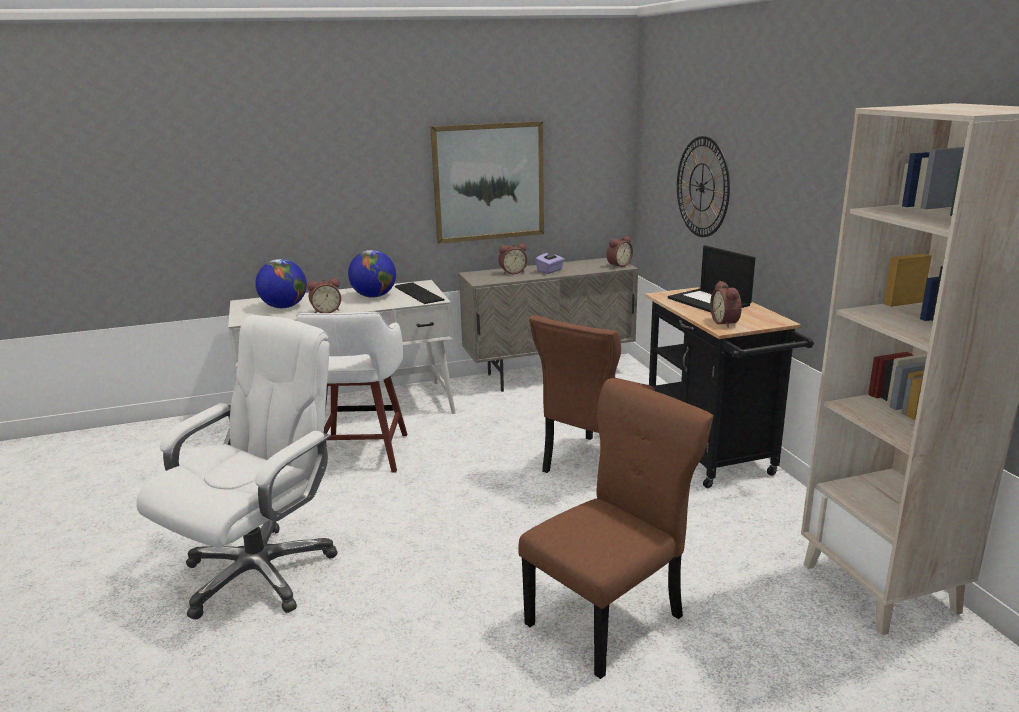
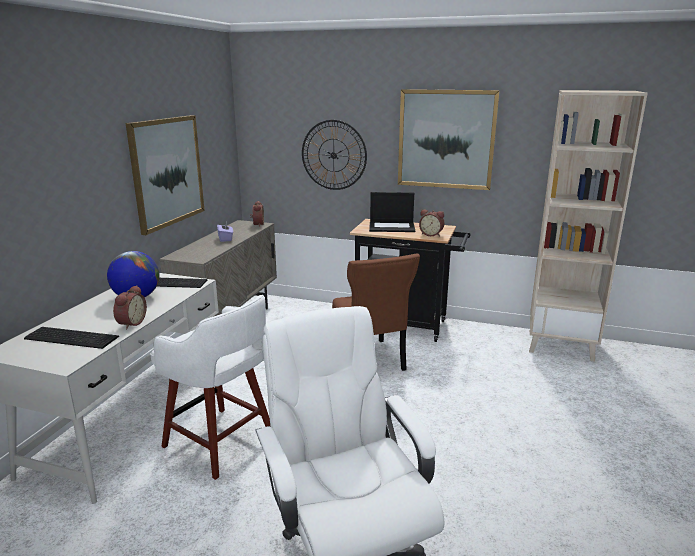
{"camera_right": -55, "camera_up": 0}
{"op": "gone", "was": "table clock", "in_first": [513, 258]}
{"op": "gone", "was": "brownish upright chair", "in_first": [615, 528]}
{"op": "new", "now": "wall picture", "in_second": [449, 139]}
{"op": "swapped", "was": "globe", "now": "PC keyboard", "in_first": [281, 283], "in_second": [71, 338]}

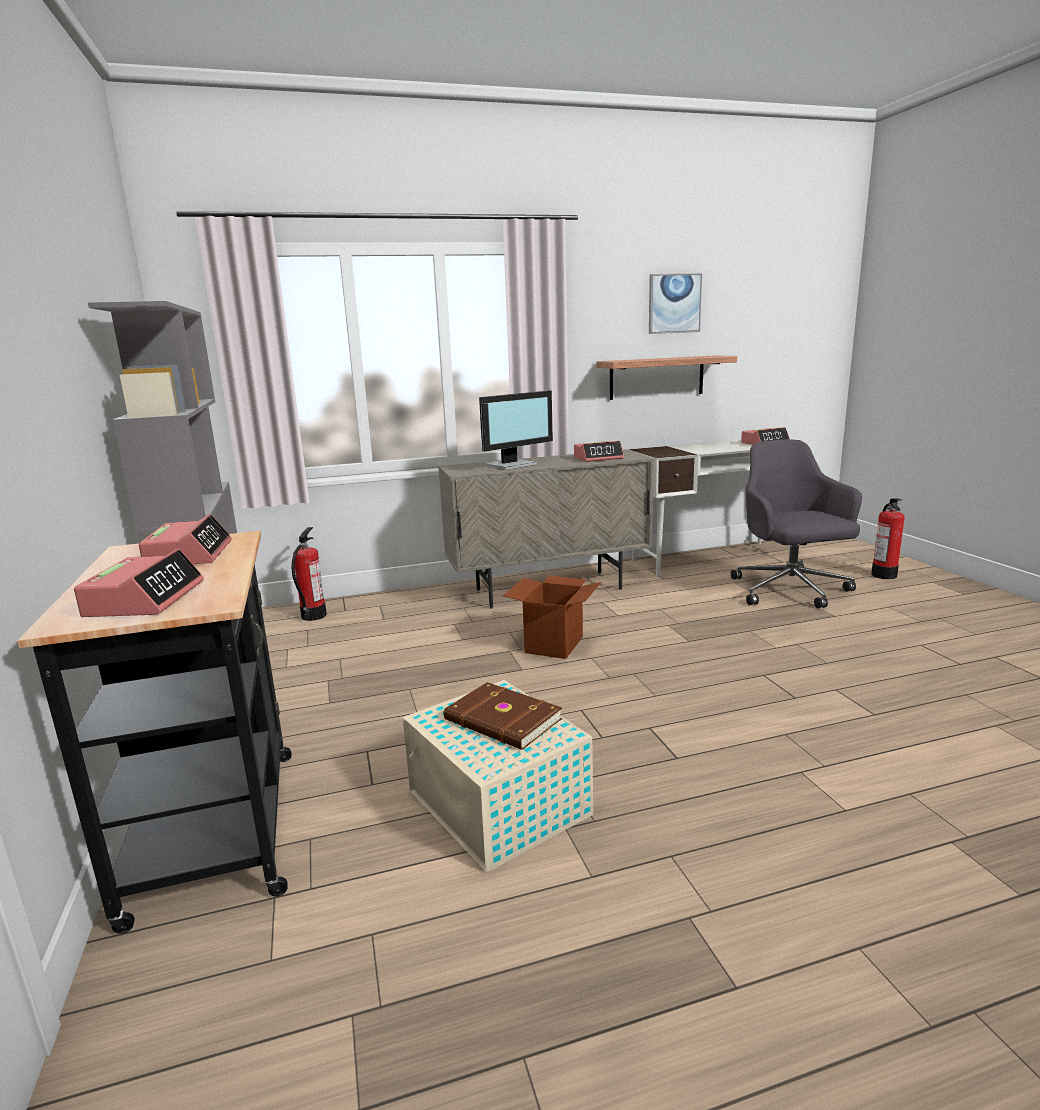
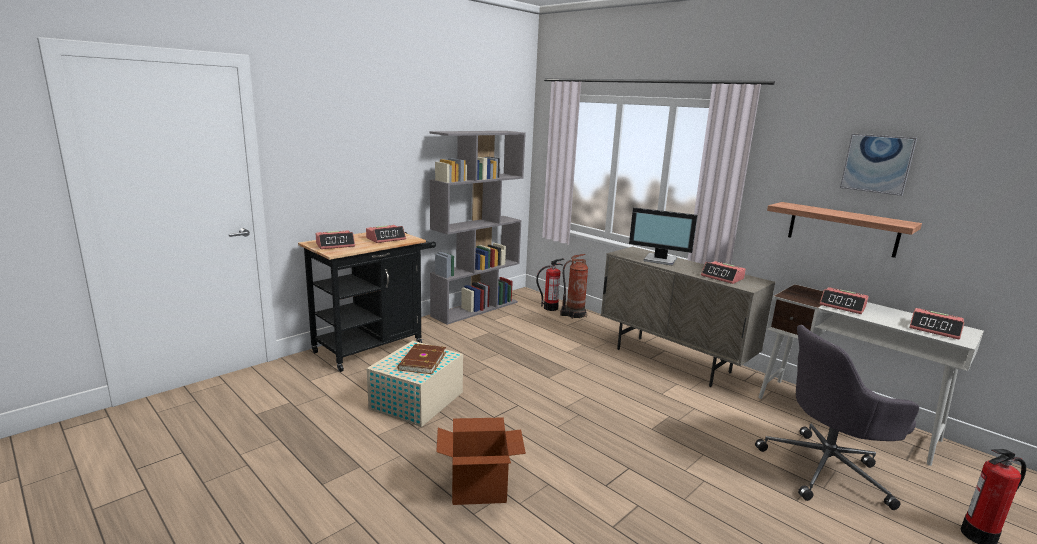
{"camera_right": 60, "camera_up": 0}
{"op": "new", "now": "fire extinguisher", "in_second": [574, 286]}
{"op": "new", "now": "table clock", "in_second": [844, 300]}
{"op": "shifted", "was": "carton", "in_first": [552, 617], "in_second": [481, 461]}
{"op": "rotated", "was": "gray office chair", "in_first": [796, 523], "in_second": [837, 417], "clockwise": -150}

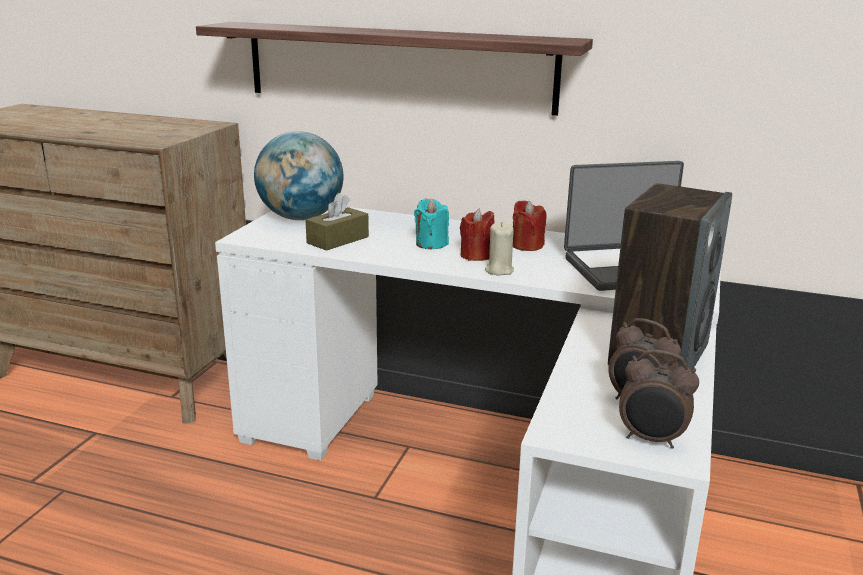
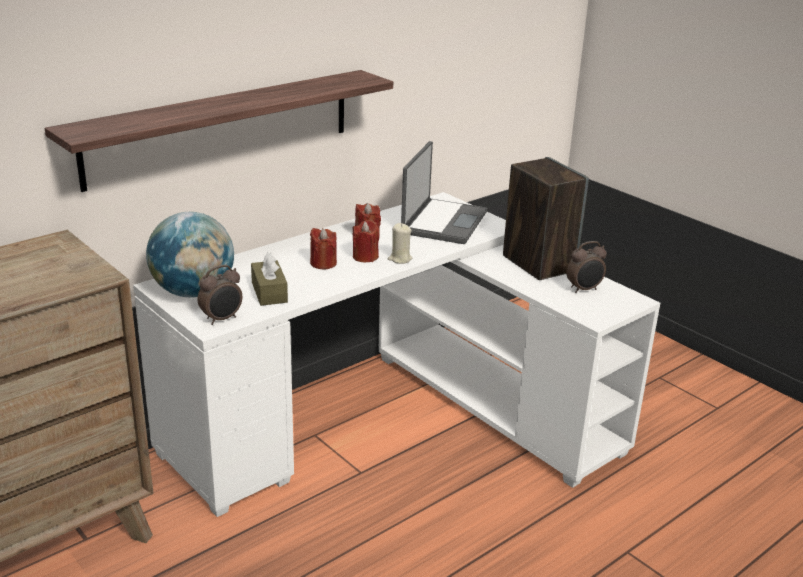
{"camera_right": -60, "camera_up": 5}
{"op": "shifted", "was": "table clock", "in_first": [659, 399], "in_second": [220, 295]}
{"op": "repainted", "was": "turquoise-coloured candle", "now": "red-coloured candle", "in_first": [431, 224], "in_second": [323, 248]}

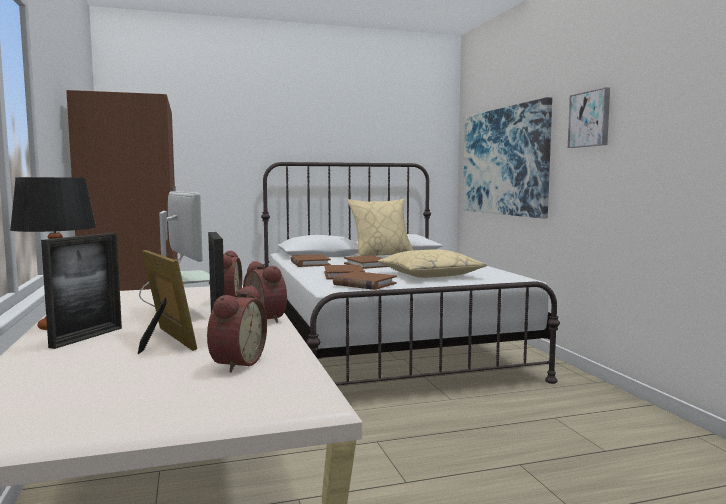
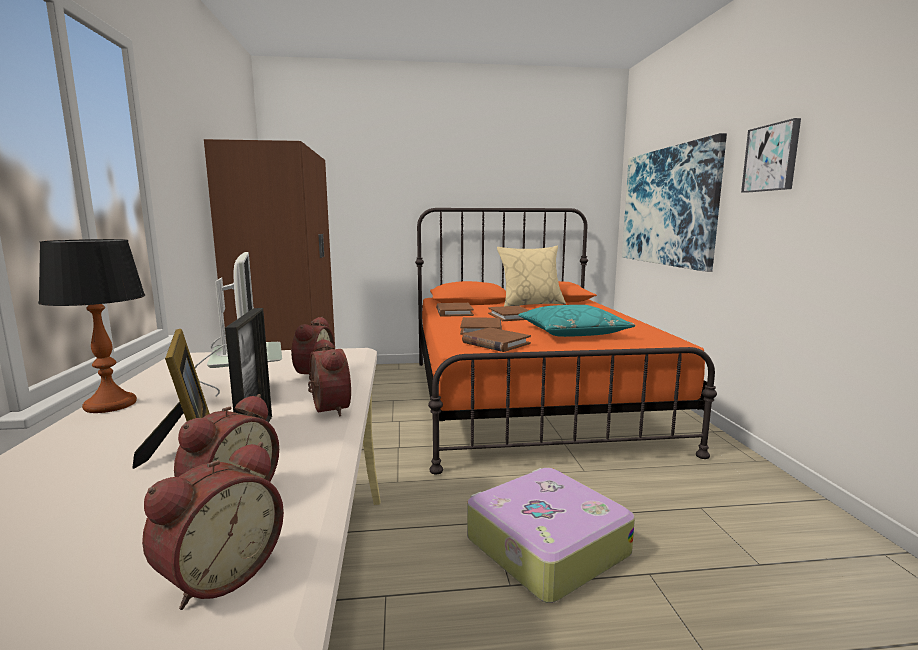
{"camera_right": 10, "camera_up": 5}
{"op": "gone", "was": "standing frame", "in_first": [81, 291]}
{"op": "new", "now": "table clock", "in_second": [213, 526]}
{"op": "new", "now": "piece of luggage", "in_second": [551, 535]}
{"op": "repainted", "was": "whitish bed", "now": "orangey bed", "in_first": [410, 274], "in_second": [566, 341]}
{"op": "repainted", "was": "beige throw pillow", "now": "turquoise-coloured throw pillow", "in_first": [432, 263], "in_second": [576, 321]}

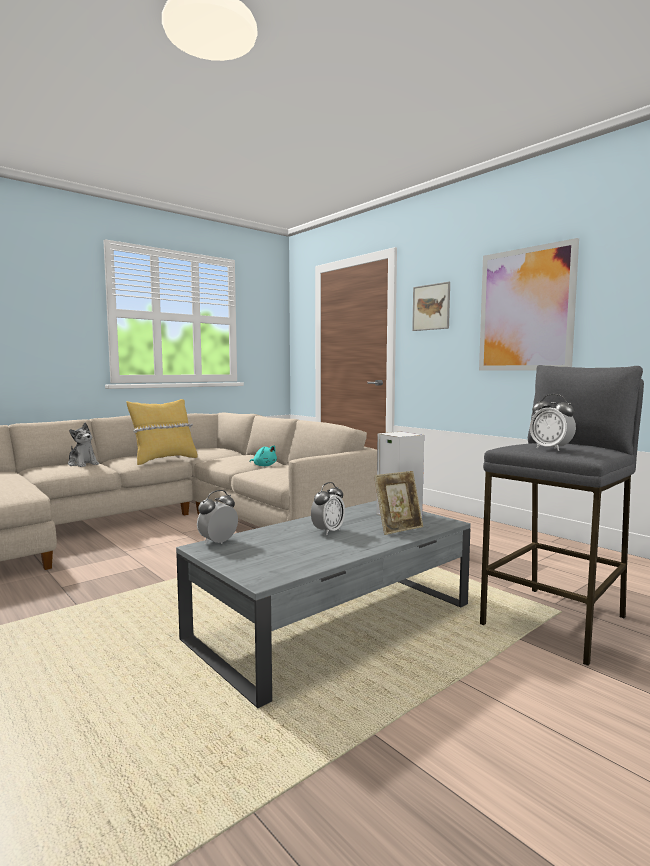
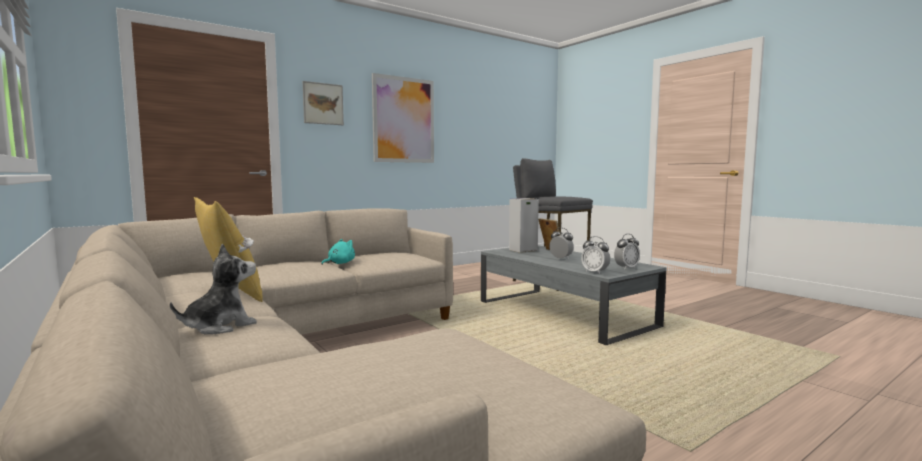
{"camera_right": -85, "camera_up": 0}
{"op": "shifted", "was": "table clock", "in_first": [553, 422], "in_second": [627, 251]}

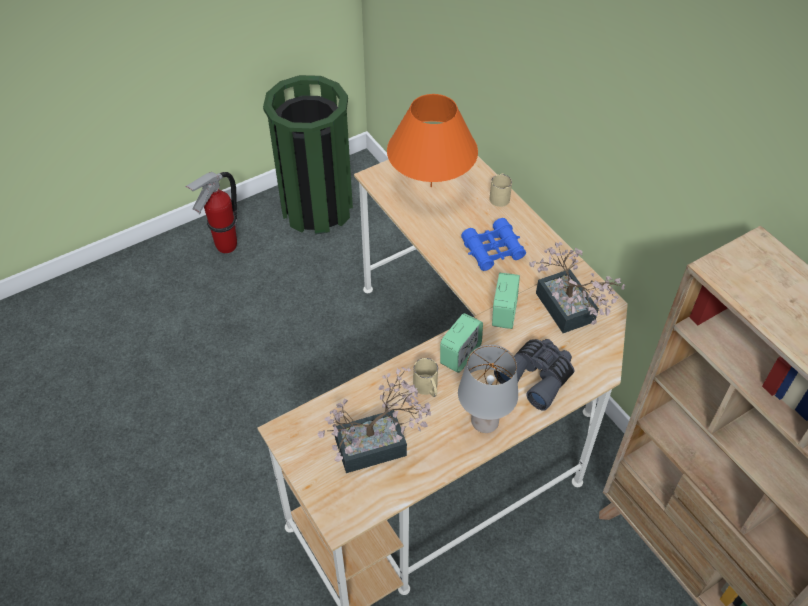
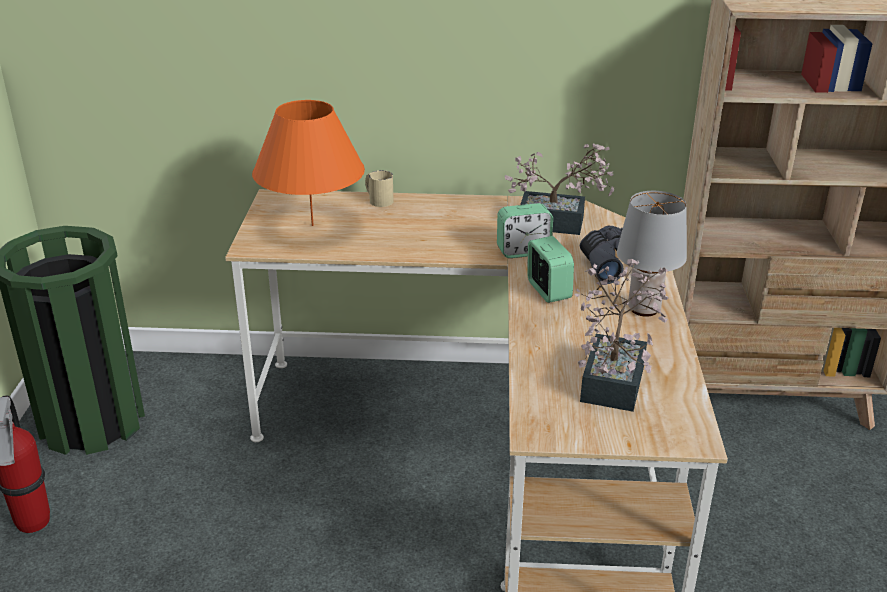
{"camera_right": -55, "camera_up": -20}
{"op": "gone", "was": "beige mug", "in_first": [425, 377]}
{"op": "gone", "was": "blue-coloured field glasses", "in_first": [493, 244]}
{"op": "rotated", "was": "table clock", "in_first": [506, 301], "in_second": [525, 230], "clockwise": 120}

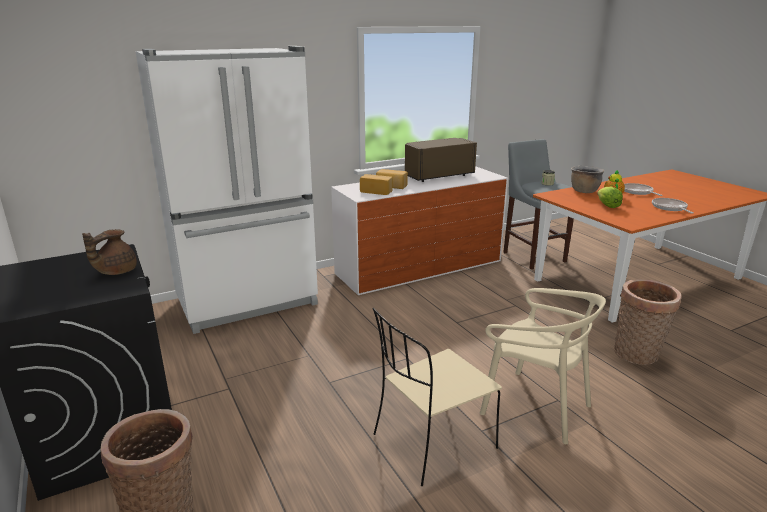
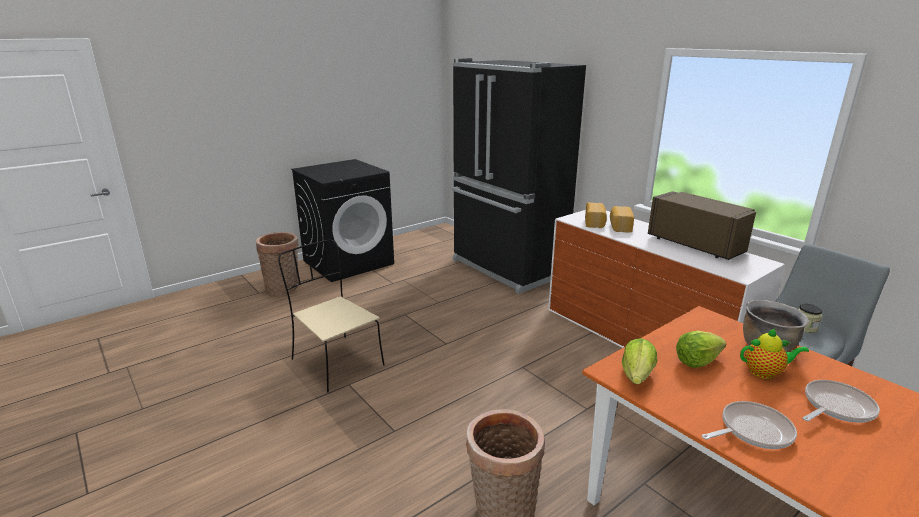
{"camera_right": 80, "camera_up": 0}
{"op": "gone", "was": "brownish pot for tea", "in_first": [109, 252]}
{"op": "gone", "was": "beige upright chair", "in_first": [543, 366]}
{"op": "new", "now": "head of lettuce", "in_second": [639, 361]}
{"op": "repainted", "was": "whitish refrigerator", "now": "black-coloured refrigerator", "in_first": [226, 190], "in_second": [519, 176]}

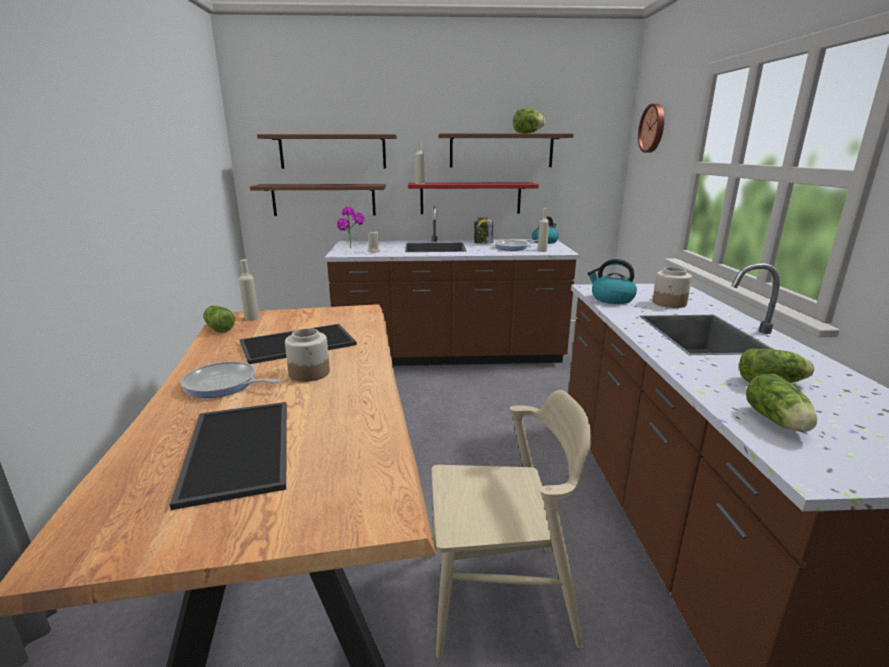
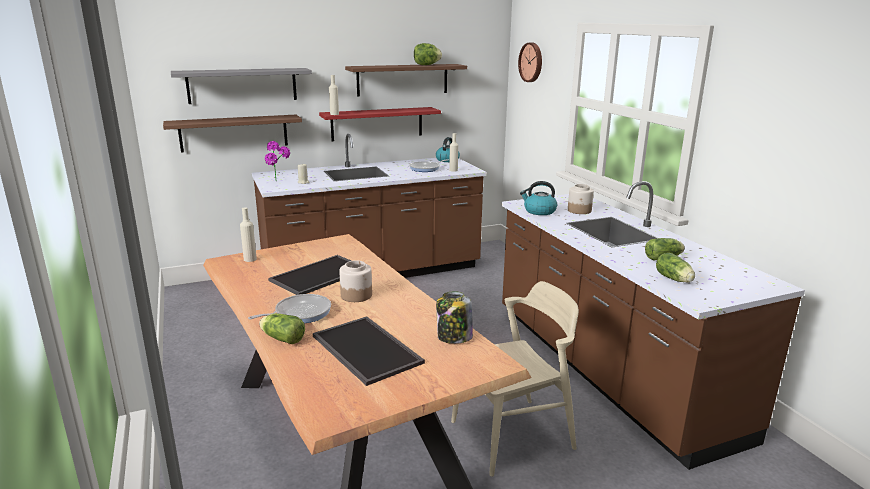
{"camera_right": -20, "camera_up": 0}
{"op": "shifted", "was": "head of lettuce", "in_first": [219, 319], "in_second": [282, 328]}
{"op": "shifted", "was": "storage jar", "in_first": [483, 230], "in_second": [454, 317]}
{"op": "repainted", "was": "brownish wall shelf", "now": "gray wall shelf", "in_first": [327, 151], "in_second": [241, 86]}
{"op": "rotated", "was": "pan", "in_first": [231, 379], "in_second": [289, 308], "clockwise": 150}

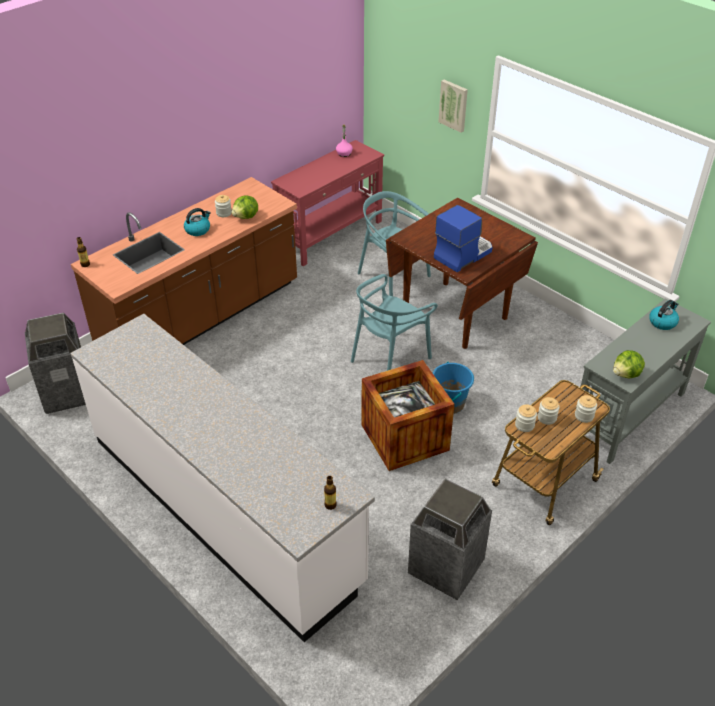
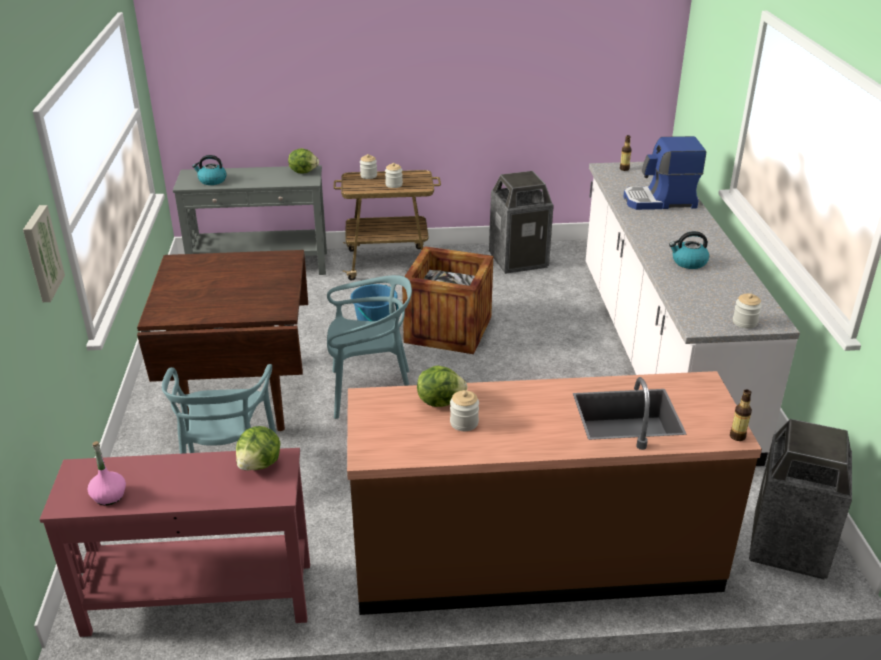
{"camera_right": -140, "camera_up": -10}
{"op": "new", "now": "head of lettuce", "in_second": [258, 448]}
{"op": "shifted", "was": "tea kettle", "in_first": [197, 222], "in_second": [689, 250]}
{"op": "shifted", "was": "coffee maker", "in_first": [463, 238], "in_second": [664, 173]}
{"op": "shifted", "was": "storage jar", "in_first": [526, 418], "in_second": [747, 311]}

